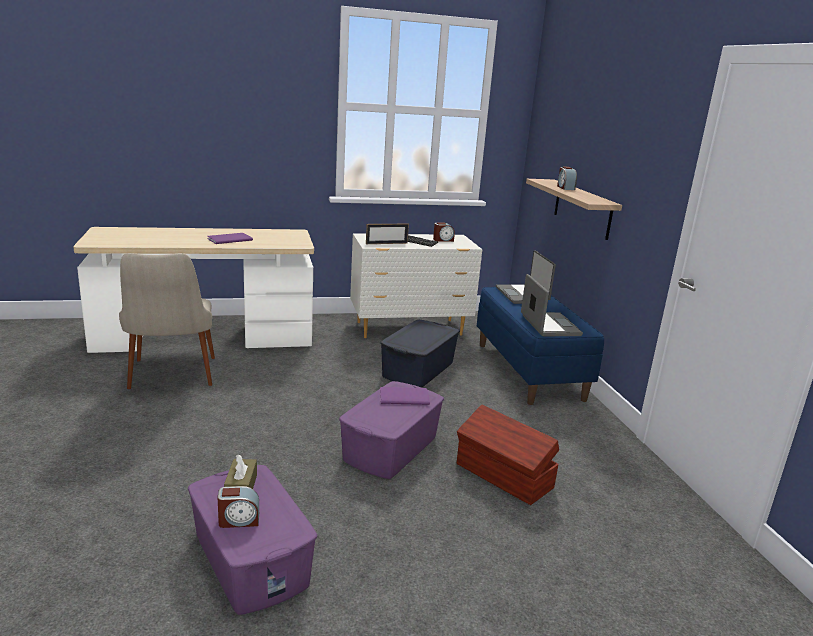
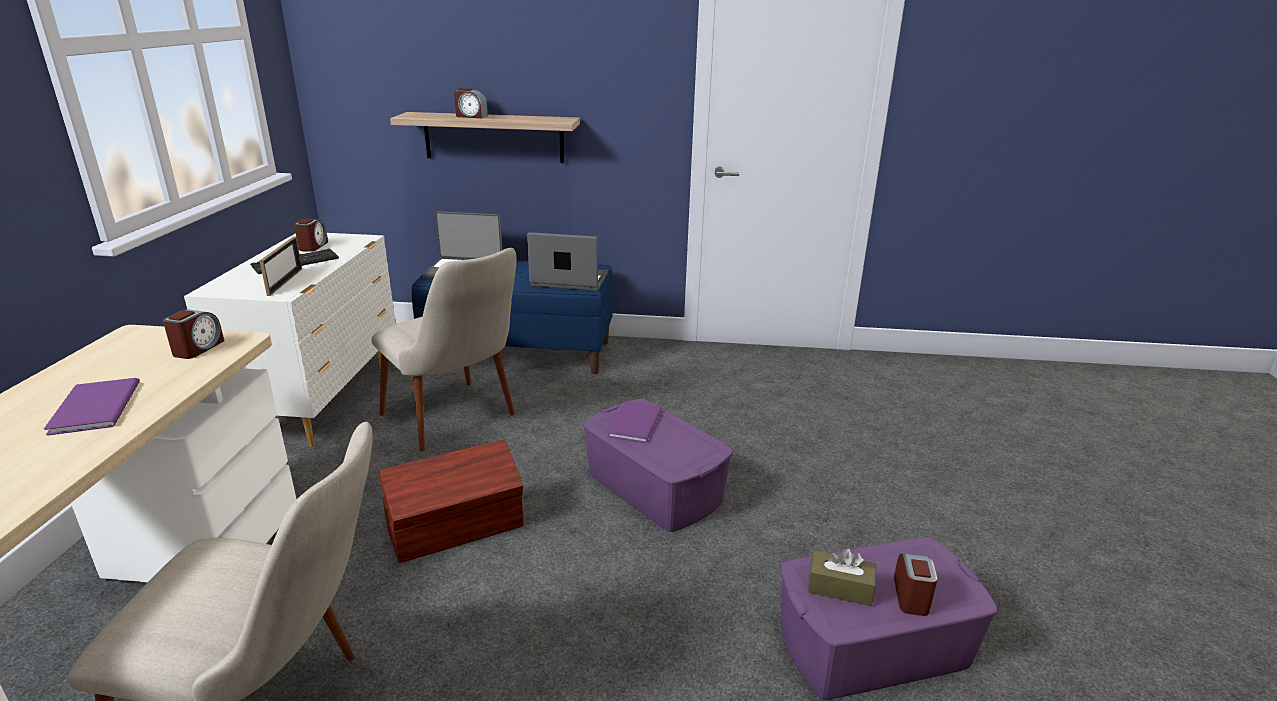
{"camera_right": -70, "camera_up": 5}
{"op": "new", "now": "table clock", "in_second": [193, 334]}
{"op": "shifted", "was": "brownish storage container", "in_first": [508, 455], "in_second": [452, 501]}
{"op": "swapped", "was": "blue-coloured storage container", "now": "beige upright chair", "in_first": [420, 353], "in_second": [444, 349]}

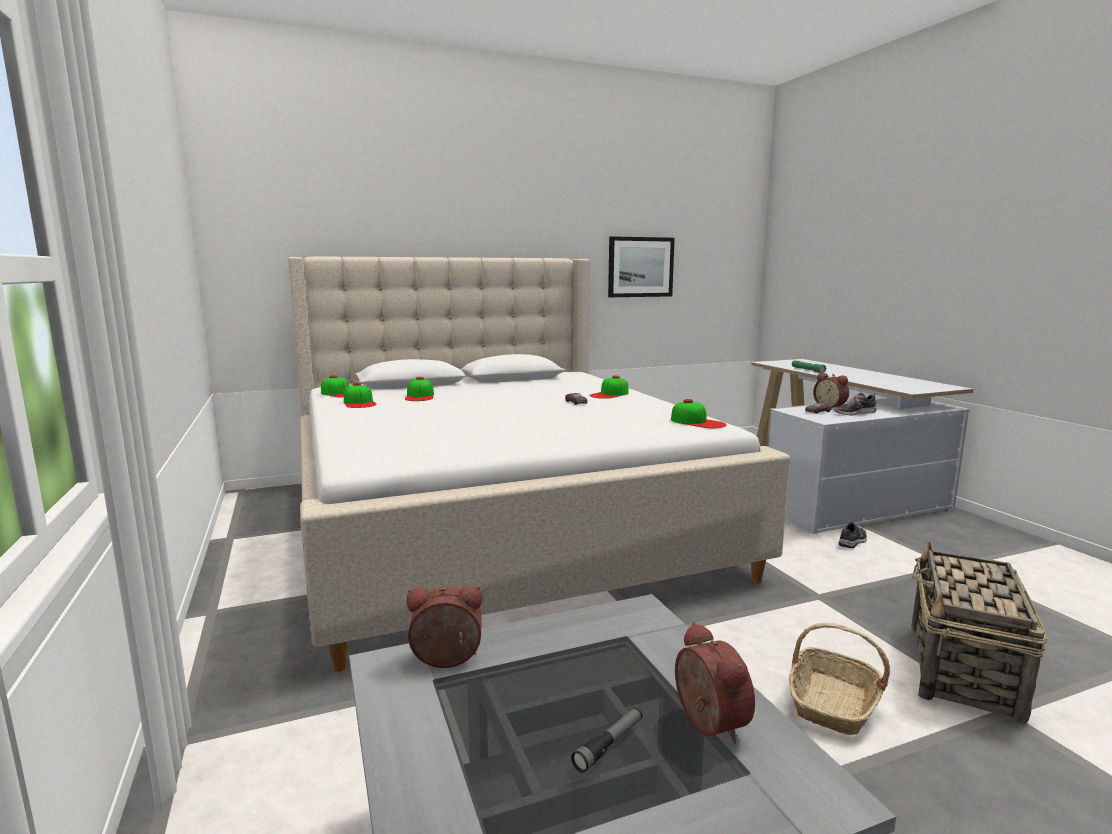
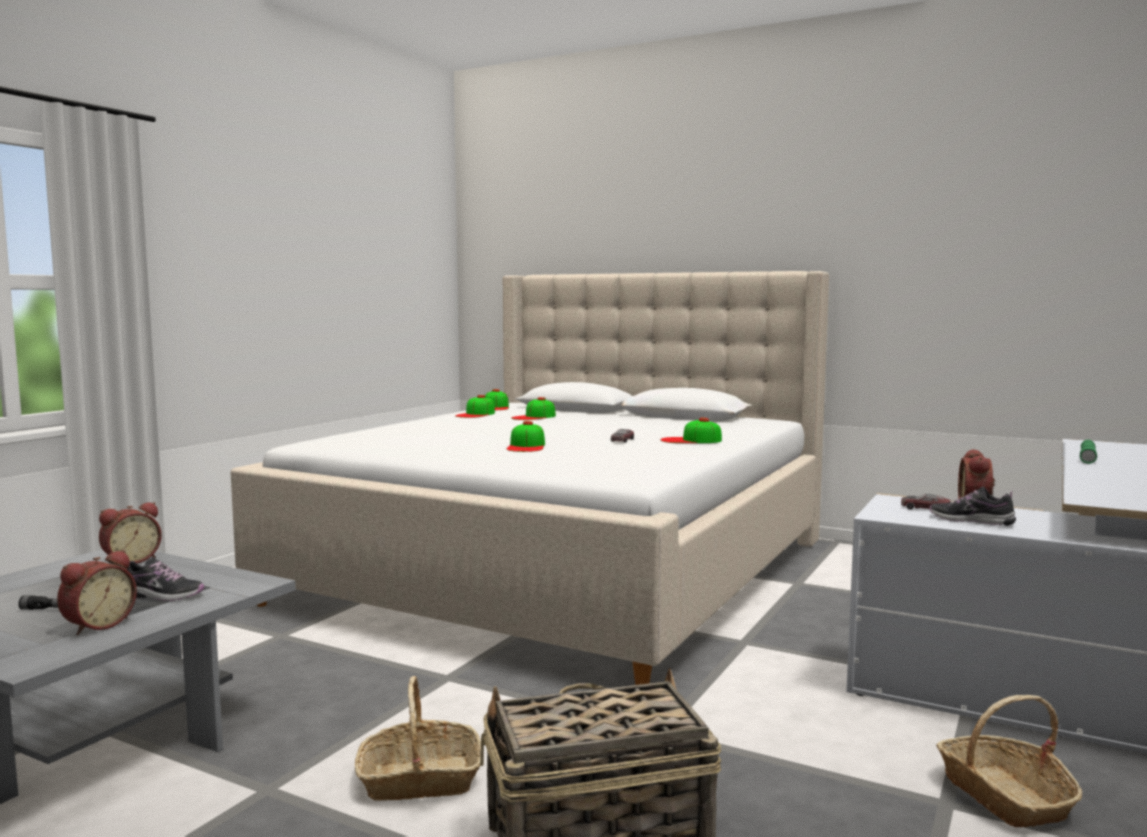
{"camera_right": 50, "camera_up": -5}
{"op": "gone", "was": "wall picture", "in_first": [641, 266]}
{"op": "new", "now": "household basket", "in_second": [1009, 761]}
{"op": "shifted", "was": "peaked cap", "in_first": [699, 413], "in_second": [526, 436]}
{"op": "shifted", "was": "item of footwear", "in_first": [853, 535], "in_second": [165, 579]}
{"op": "rotated", "was": "table clock", "in_first": [445, 626], "in_second": [130, 532], "clockwise": 90}

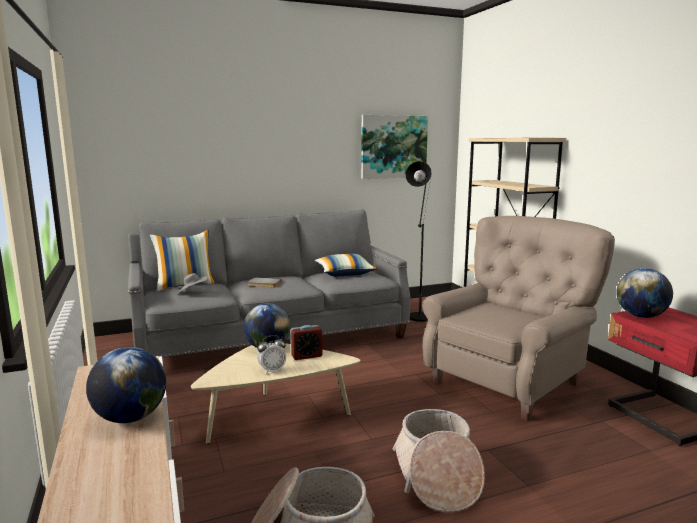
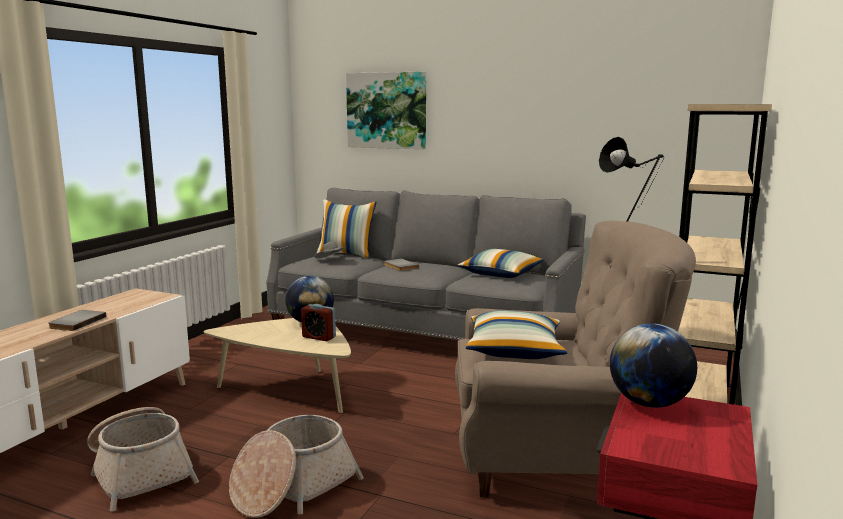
{"camera_right": 45, "camera_up": 0}
{"op": "gone", "was": "table clock", "in_first": [271, 354]}
{"op": "new", "now": "throw pillow", "in_second": [516, 335]}
{"op": "shifted", "was": "wall picture", "in_first": [394, 147], "in_second": [386, 110]}
{"op": "swapped", "was": "globe", "now": "gray volume", "in_first": [126, 385], "in_second": [77, 320]}

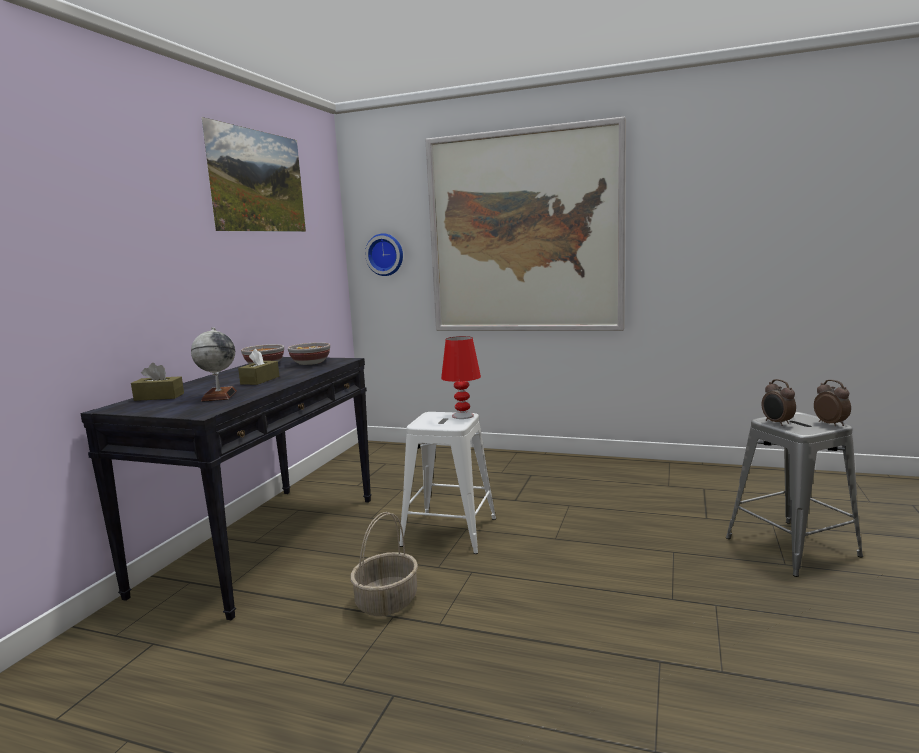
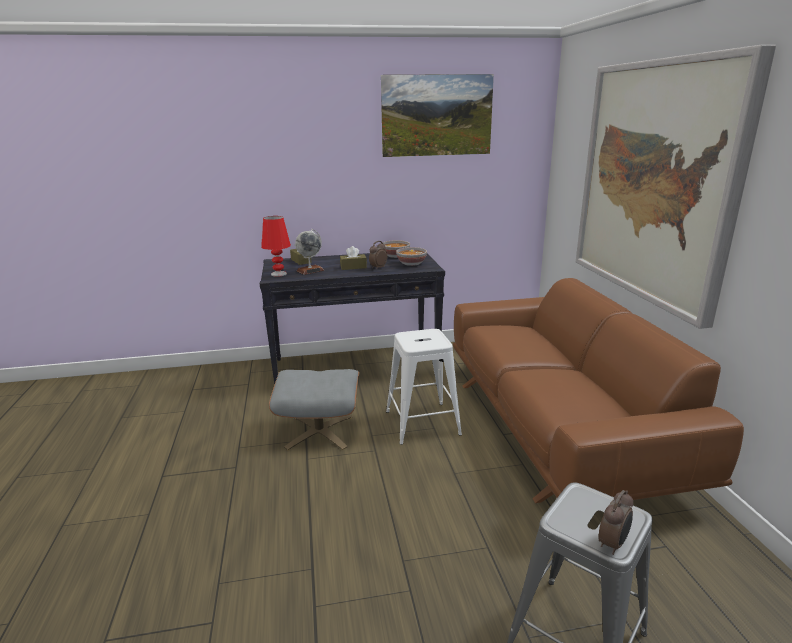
{"camera_right": 60, "camera_up": 10}
{"op": "gone", "was": "hanging clock", "in_first": [384, 254]}
{"op": "new", "now": "brownish sofa", "in_second": [598, 390]}
{"op": "shifted", "was": "red-coloured table lamp", "in_first": [461, 377], "in_second": [276, 246]}
{"op": "shifted", "was": "table clock", "in_first": [779, 402], "in_second": [378, 255]}
{"op": "swapped", "was": "household basket", "now": "gray ottoman", "in_first": [384, 564], "in_second": [314, 409]}

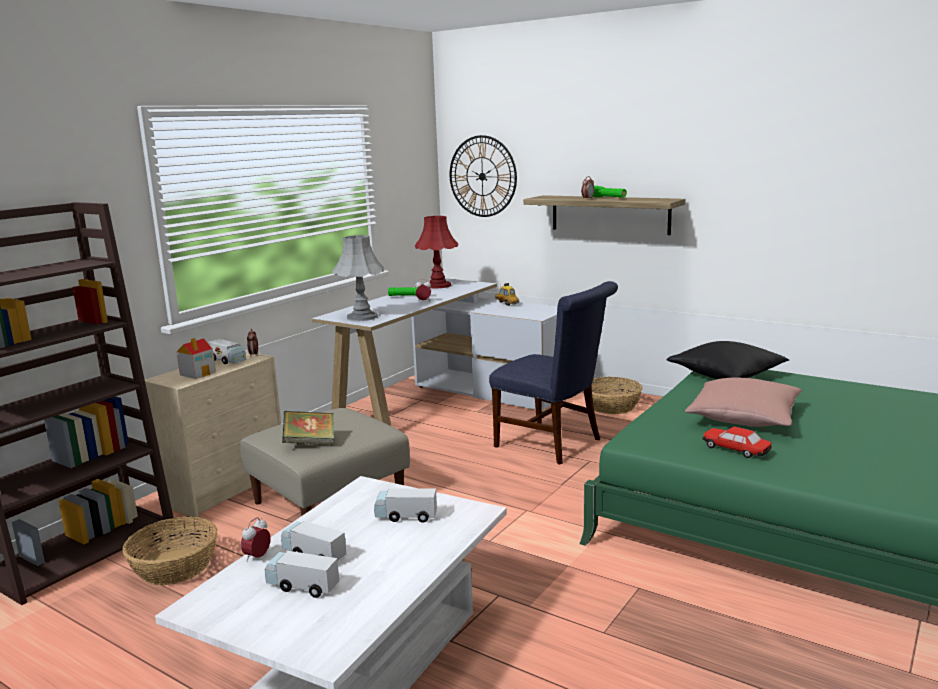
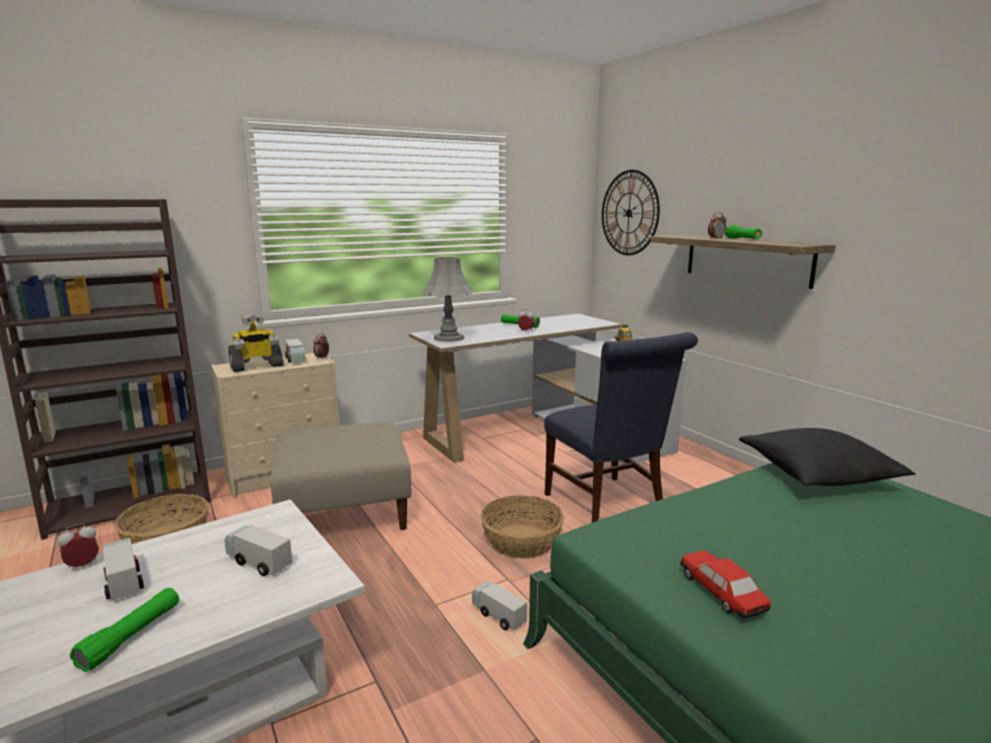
{"camera_right": 25, "camera_up": 0}
{"op": "gone", "was": "volume", "in_first": [308, 428]}
{"op": "gone", "was": "red-coloured table lamp", "in_first": [436, 252]}
{"op": "gone", "was": "pink-coloured throw pillow", "in_first": [743, 402]}
{"op": "new", "now": "greenish flashlight", "in_second": [124, 630]}
{"op": "shifted", "was": "toy lorry", "in_first": [302, 574], "in_second": [499, 605]}
{"op": "shifted", "was": "household basket", "in_first": [617, 395], "in_second": [522, 527]}
{"op": "swapped", "was": "miniature house", "now": "model robot", "in_first": [196, 358], "in_second": [256, 343]}

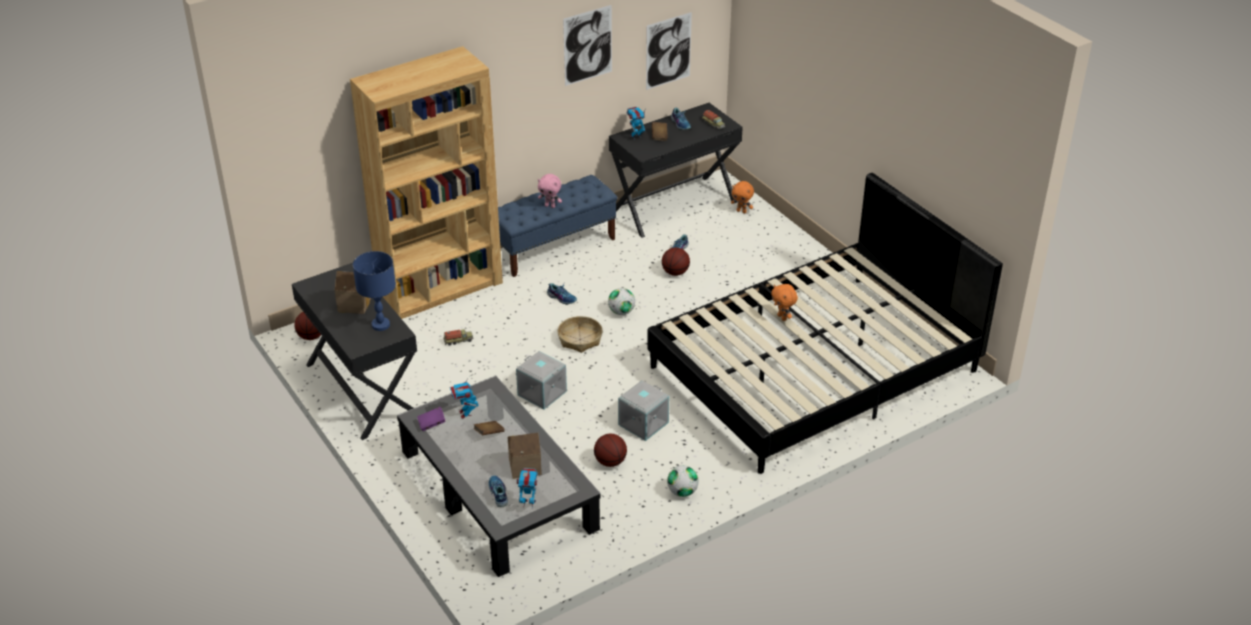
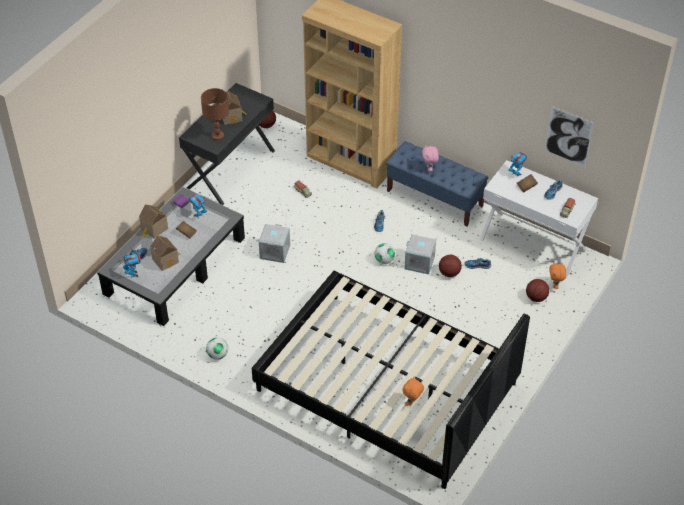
{"camera_right": 65, "camera_up": 10}
{"op": "gone", "was": "household basket", "in_first": [579, 334]}
{"op": "gone", "was": "wall picture", "in_first": [587, 45]}
{"op": "new", "now": "miniature house", "in_second": [153, 221]}
{"op": "shifted", "was": "ball for basketball", "in_first": [610, 450], "in_second": [537, 290]}
{"op": "shifted", "was": "gray storage container", "in_first": [643, 410], "in_second": [420, 254]}
{"op": "shifted", "was": "orangey plush toy", "in_first": [784, 302], "in_second": [413, 391]}
{"op": "repainted", "was": "blue-coloured table lamp", "now": "brownish table lamp", "in_first": [374, 291], "in_second": [215, 114]}
{"op": "repainted", "was": "black-coloured desk table", "now": "whitish desk table", "in_first": [676, 170], "in_second": [539, 219]}

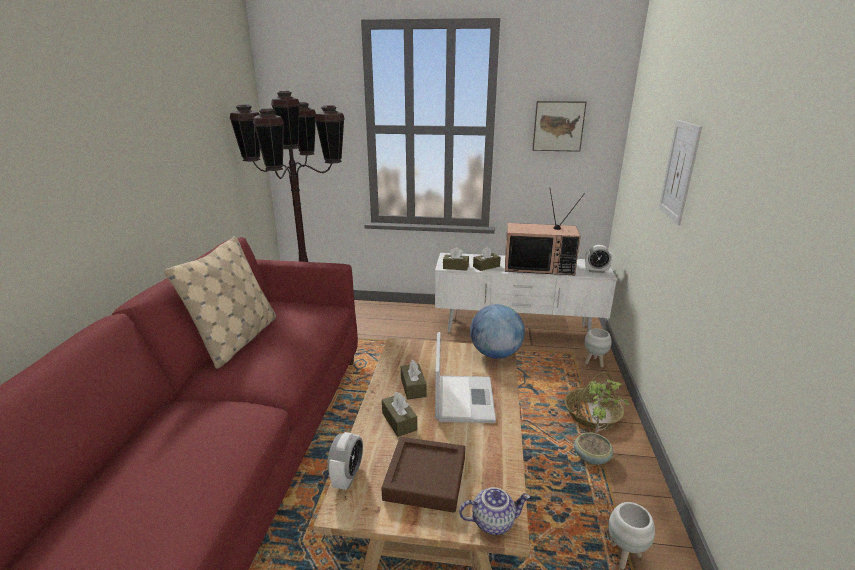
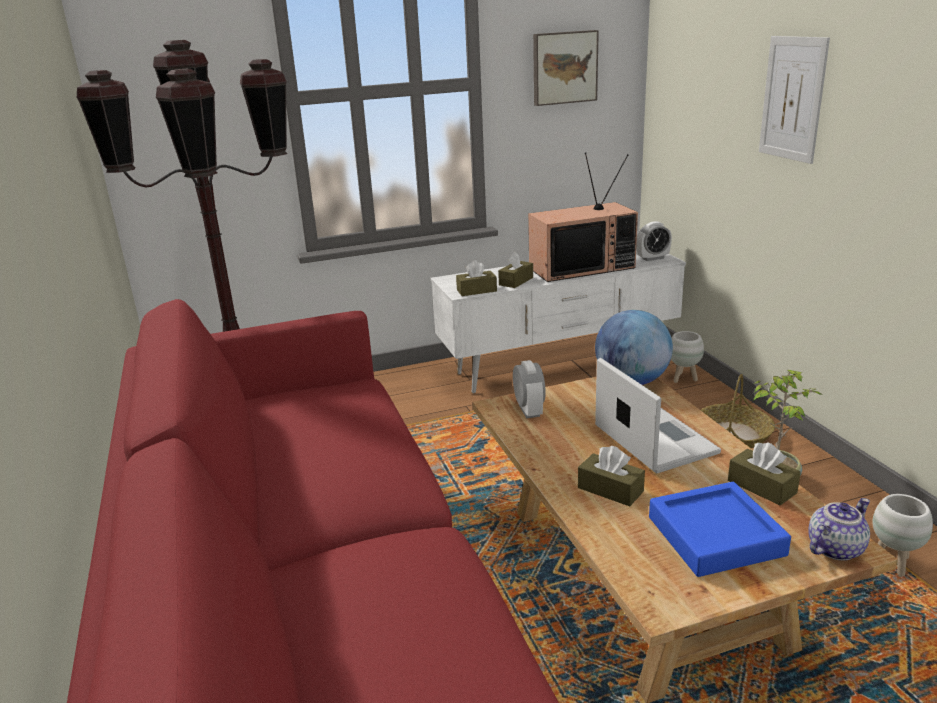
{"camera_right": -25, "camera_up": 0}
{"op": "gone", "was": "beige throw pillow", "in_first": [220, 302]}
{"op": "shifted", "was": "table clock", "in_first": [345, 461], "in_second": [529, 389]}
{"op": "shifted", "was": "brownish tissue holder", "in_first": [414, 380], "in_second": [764, 473]}
{"op": "repainted", "was": "brownish serving tray", "now": "blue-coloured serving tray", "in_first": [423, 475], "in_second": [720, 529]}

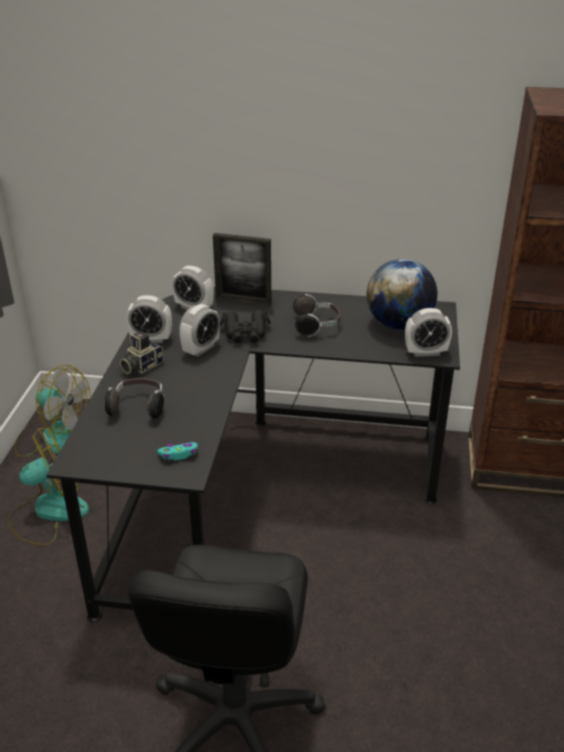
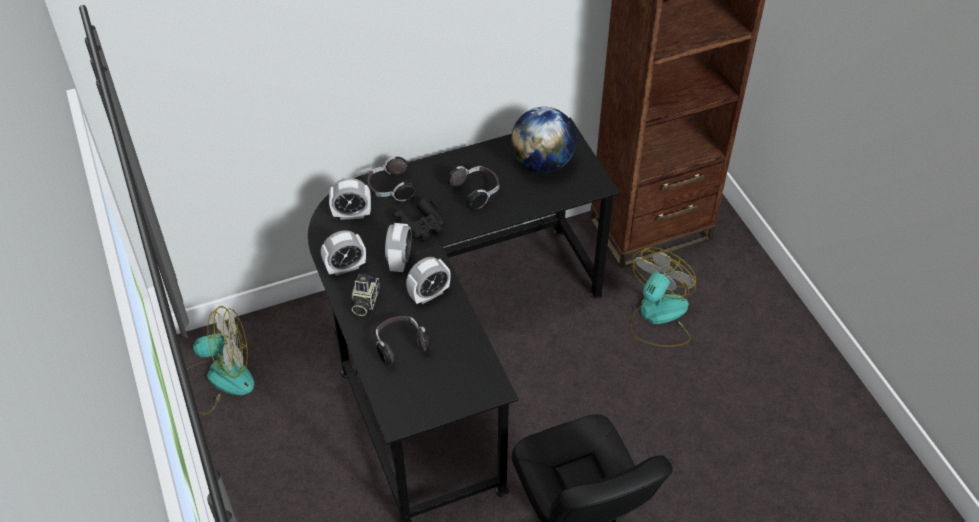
{"camera_right": -30, "camera_up": 15}
{"op": "gone", "was": "turquoise-coloured game controller", "in_first": [177, 451]}
{"op": "shifted", "was": "cooling fan", "in_first": [48, 487], "in_second": [663, 297]}
{"op": "shifted", "was": "table clock", "in_first": [428, 332], "in_second": [428, 280]}
{"op": "swapped", "was": "standing frame", "now": "headset", "in_first": [242, 269], "in_second": [391, 178]}

